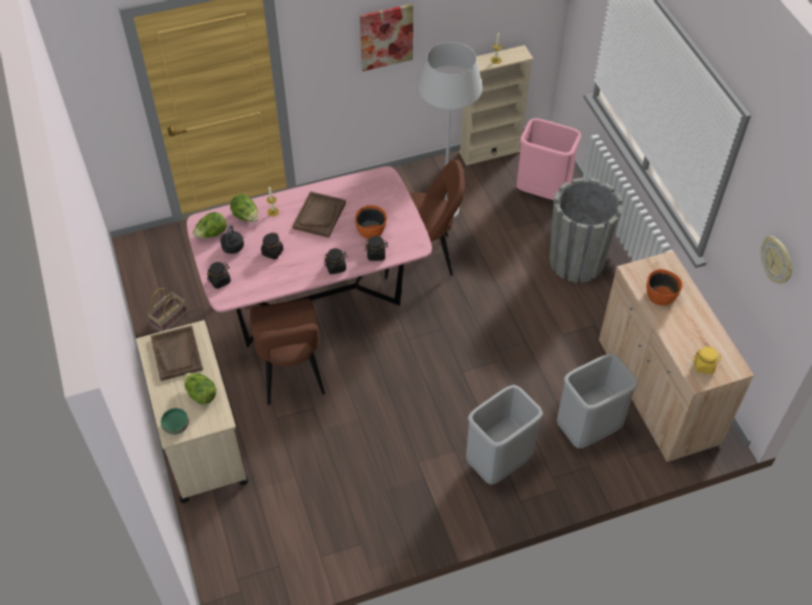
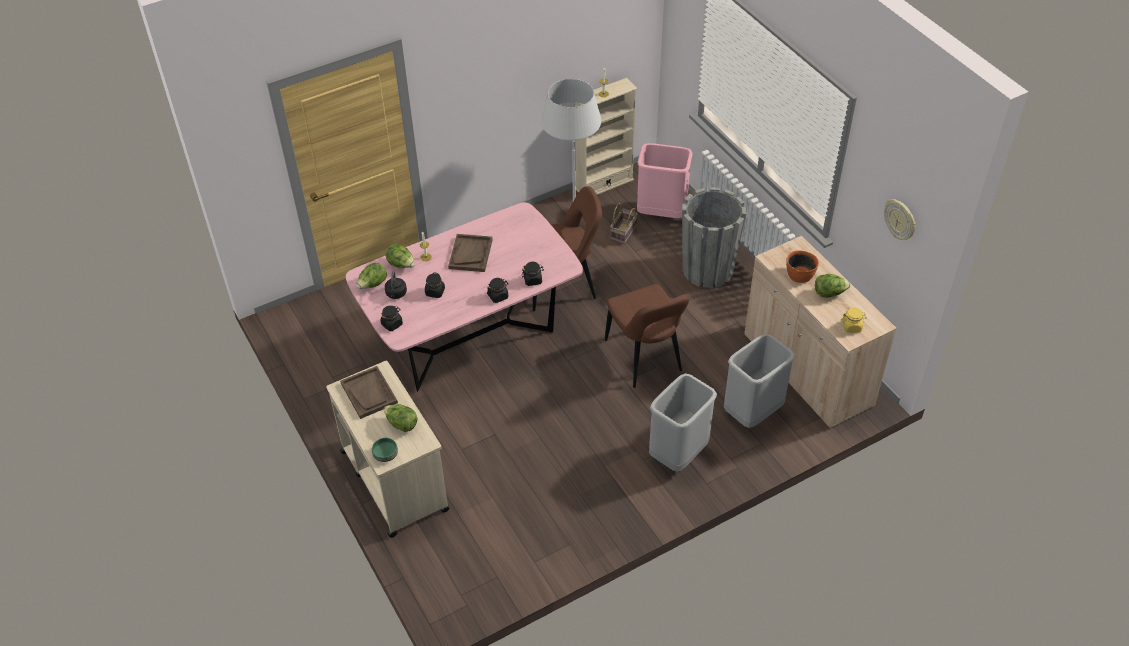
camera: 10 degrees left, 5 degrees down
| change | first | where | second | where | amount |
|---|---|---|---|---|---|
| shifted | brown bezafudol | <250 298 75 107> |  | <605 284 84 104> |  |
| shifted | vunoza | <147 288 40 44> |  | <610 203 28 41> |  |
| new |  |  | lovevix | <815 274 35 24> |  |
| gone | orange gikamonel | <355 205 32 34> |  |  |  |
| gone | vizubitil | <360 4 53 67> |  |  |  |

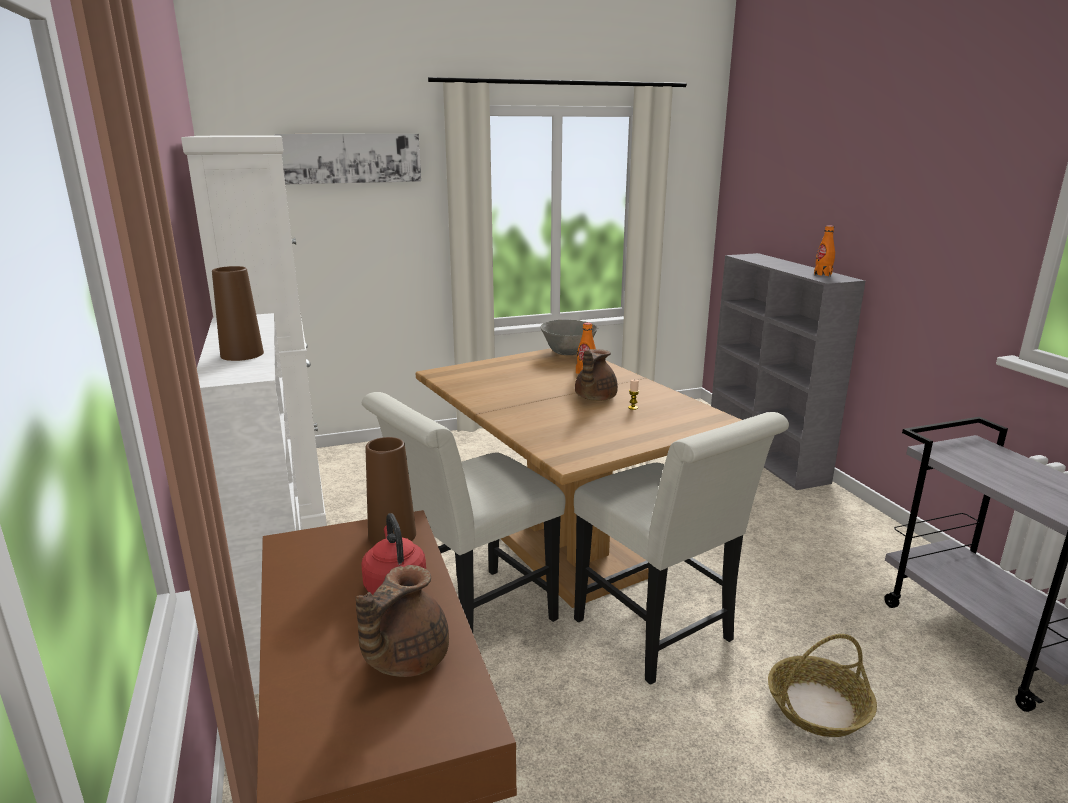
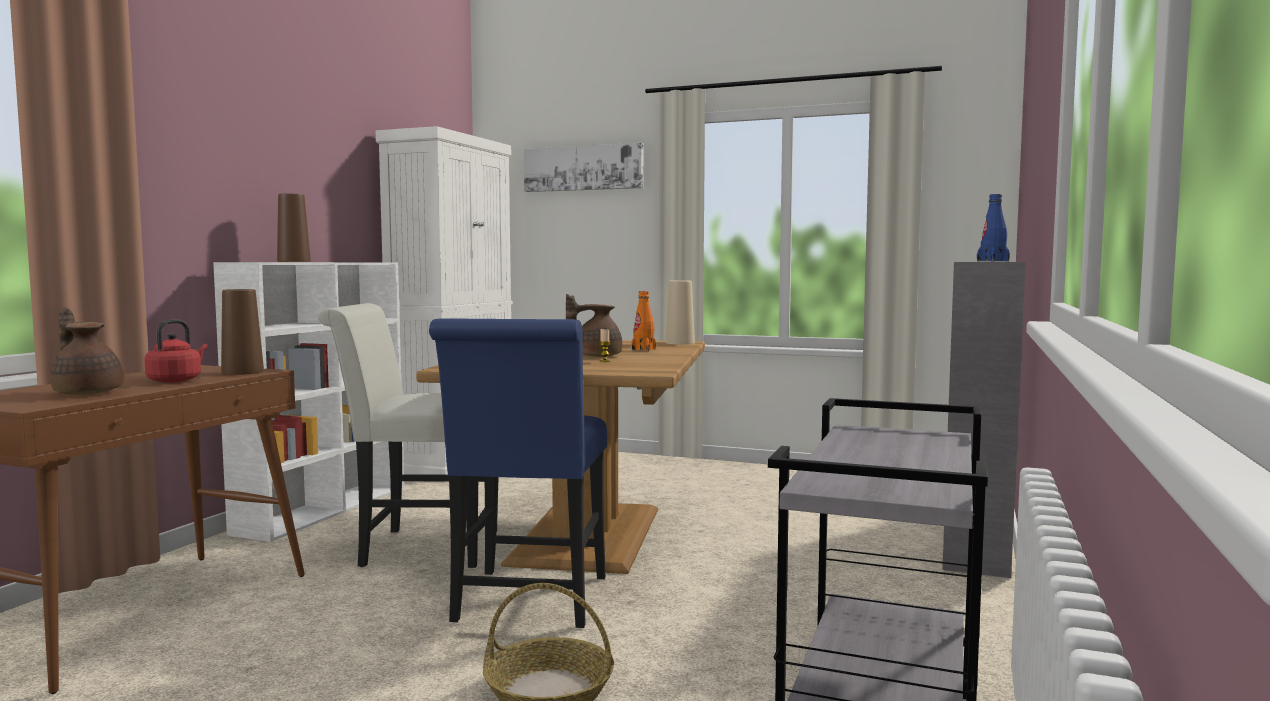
camera: 40 degrees right, 15 degrees down
| change | first | where | second | where | amount |
|---|---|---|---|---|---|
| rotated | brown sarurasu | <356 565 93 112> |  | <50 307 74 88> | 60 degrees clockwise |
| repainted | white bezafudol | <574 412 215 273> | blue bezafudol | <429 318 178 310> |  |
| swapped | grey gikamonel | <540 320 58 35> | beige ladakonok | <665 280 30 65> |  |
| repainted | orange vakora | <814 225 21 52> | blue vakora | <977 194 33 68> |  |

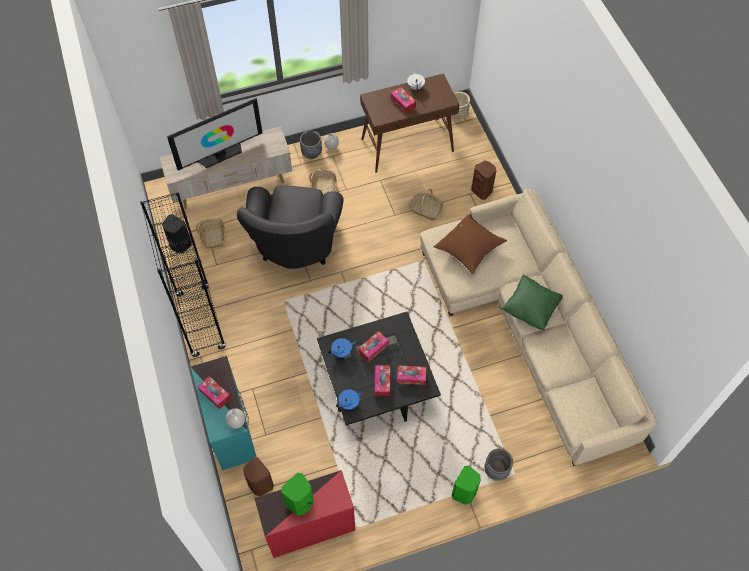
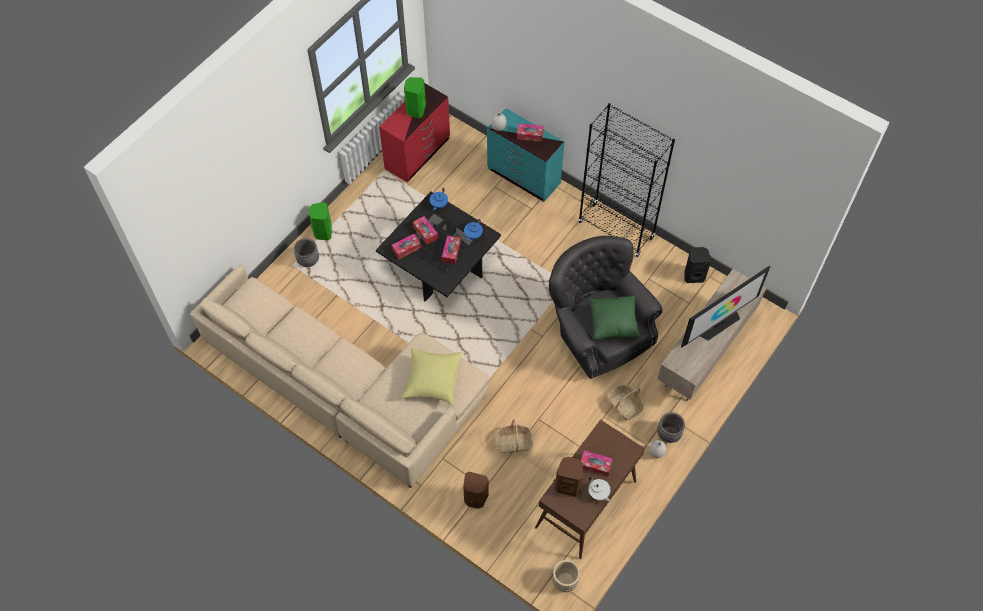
camera: 145 degrees right, 0 degrees up
| change | first | where | second | where | amount |
|---|---|---|---|---|---|
| repainted | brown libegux | <433 213 74 62> | yellow libegux | <401 348 61 57> |  |
| shifted | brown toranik | <243 457 31 39> |  | <555 457 28 40> |  |
| shifted | green libegux | <501 274 62 57> |  | <589 296 51 44> |  |
| rotated | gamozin | <167 98 96 73> |  | <681 266 89 81> | 150 degrees counterclockwise |
| gone | vunoza | <196 218 30 31> |  |  |  |

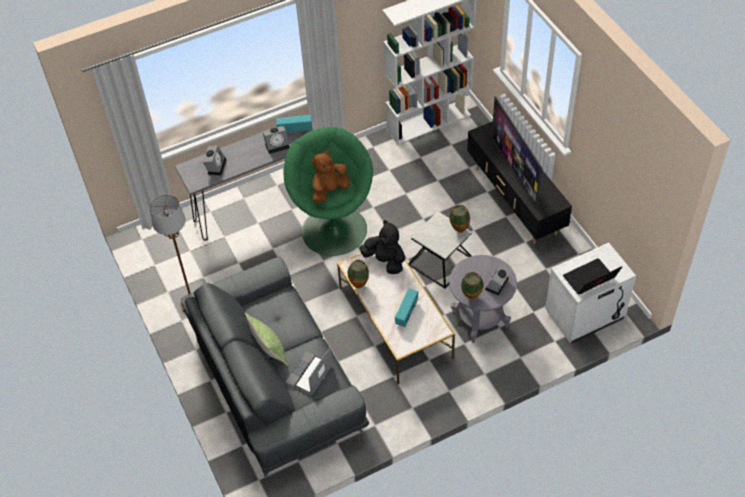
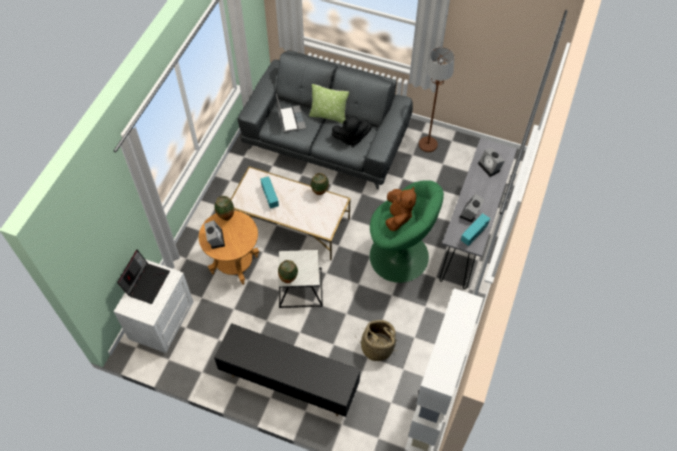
camera: 135 degrees right, 5 degrees up
| change | first | where | second | where | amount |
|---|---|---|---|---|---|
| repainted | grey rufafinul | <449 255 68 88> | brown rufafinul | <199 210 60 75> |  |
| shifted | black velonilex | <360 220 45 54> |  | <332 116 40 31> |  |
| new |  |  | vunoza | <355 320 42 41> |  |
| gone | gamozin | <491 97 51 113> |  |  |  |

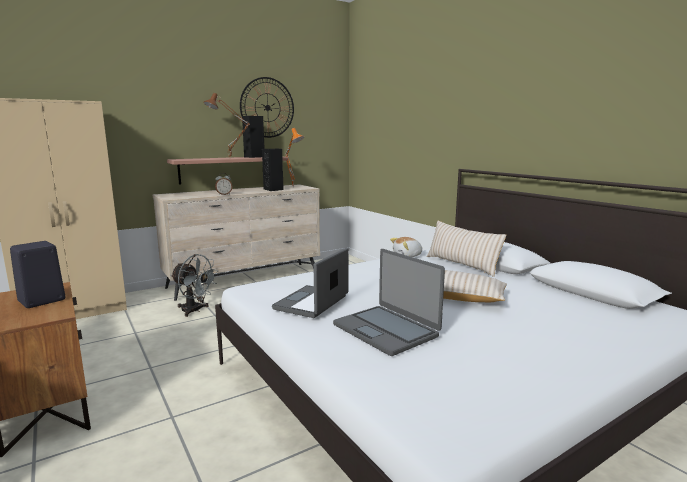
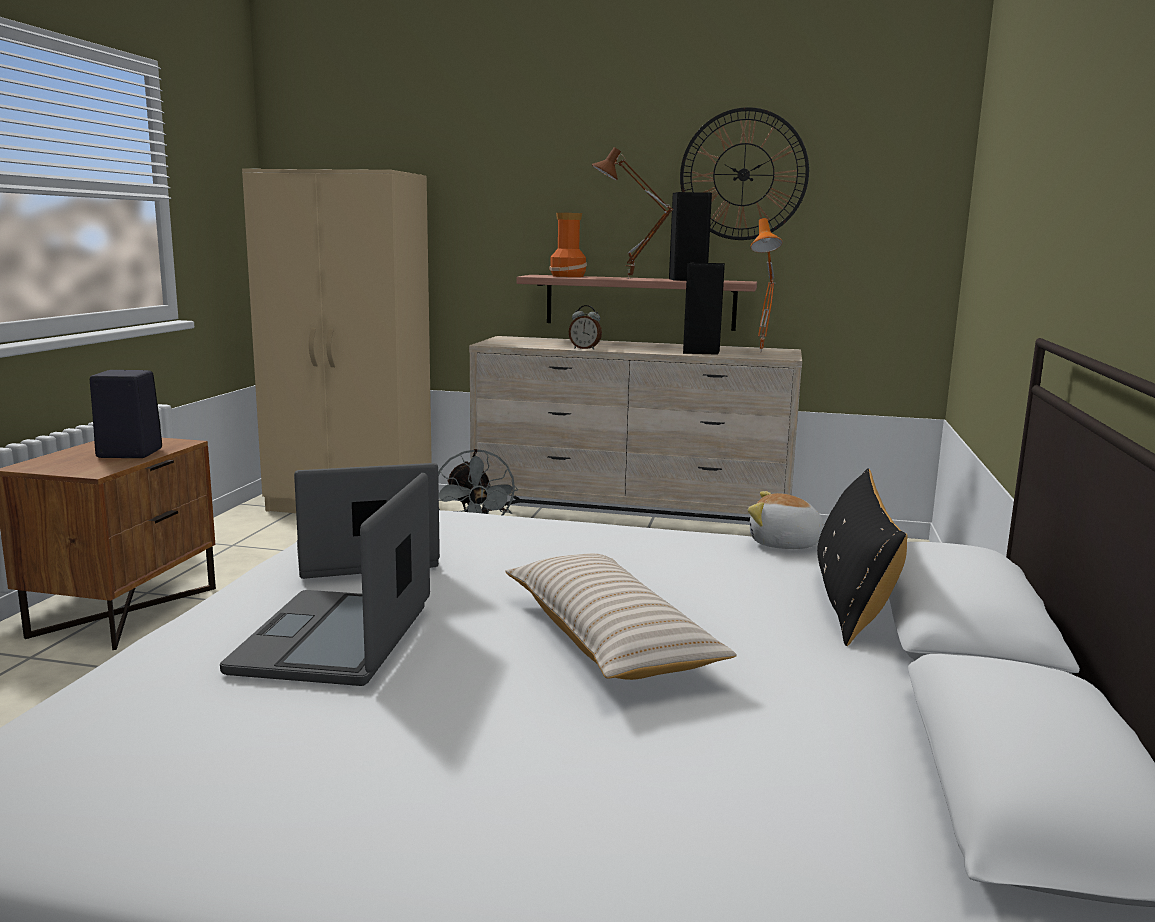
camera: 45 degrees right, 0 degrees up
| change | first | where | second | where | amount |
|---|---|---|---|---|---|
| new |  |  | ladakonok | <549 213 38 64> |  |
| repainted | beige libegux | <427 221 79 56> | black libegux | <817 468 91 178> |  |

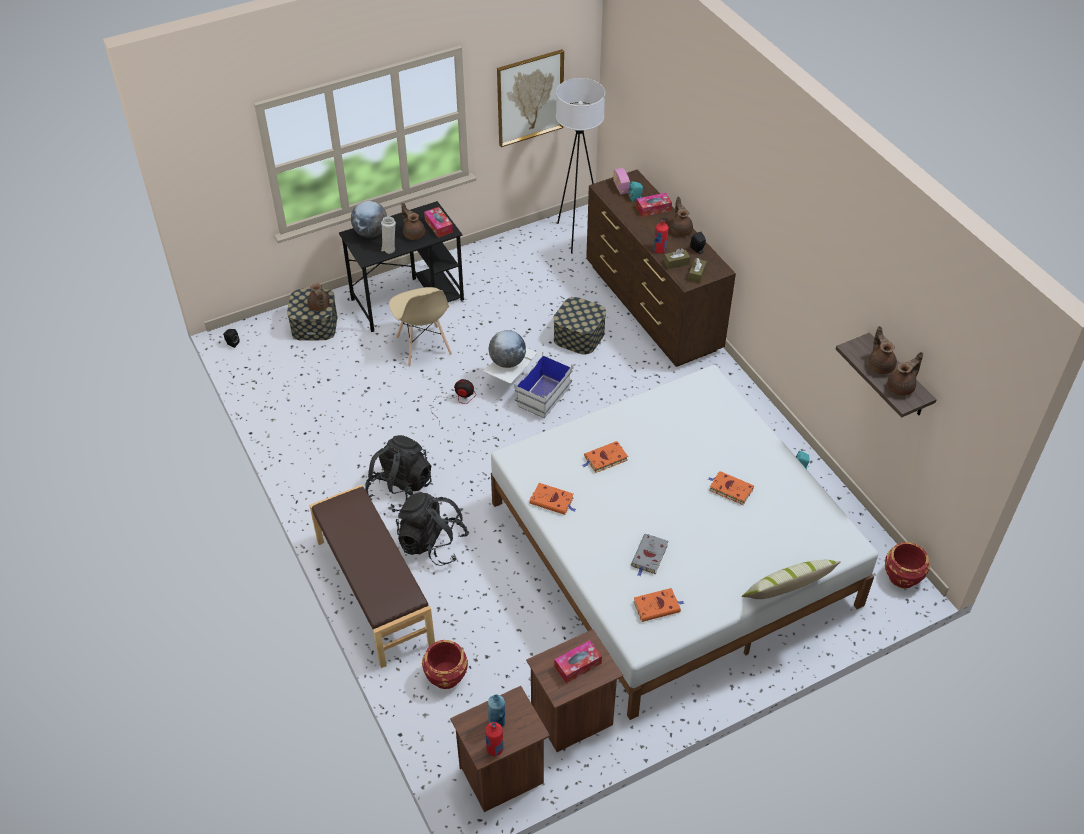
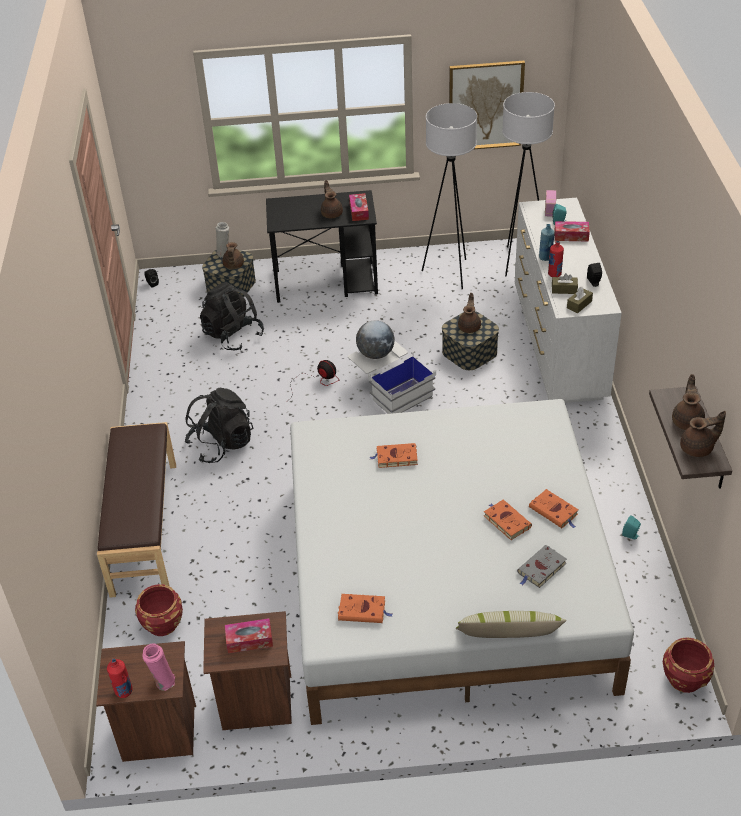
camera: 25 degrees right, 5 degrees down
| change | first | where | second | where | amount |
|---|---|---|---|---|---|
| new |  |  | pink ladakonok | <142 644 33 47> |  |
| shifted | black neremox | <396 492 73 74> |  | <200 282 64 69> |  |
| shifted | white ladakonok | <381 216 15 38> |  | <215 222 14 35> |  |
| new |  |  | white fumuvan | <422 103 55 186> |  |
| shifted | brown sarurasu | <670 197 23 39> |  | <458 293 23 40> |  |
| repainted | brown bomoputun | <586 170 150 197> | white bomoputun | <515 198 107 205> |  |
| shifted | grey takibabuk | <631 534 37 42> |  | <517 545 50 43> |  |
| shifted | orange takibabuk | <530 483 46 32> |  | <529 489 50 39> |  |
| shifted | blue vakora | <488 694 17 33> |  | <539 224 16 37> |  |
| gone | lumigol | <351 201 36 37> |  |  |  |
| gone | beige bezafudol | <389 287 63 80> |  |  |  |

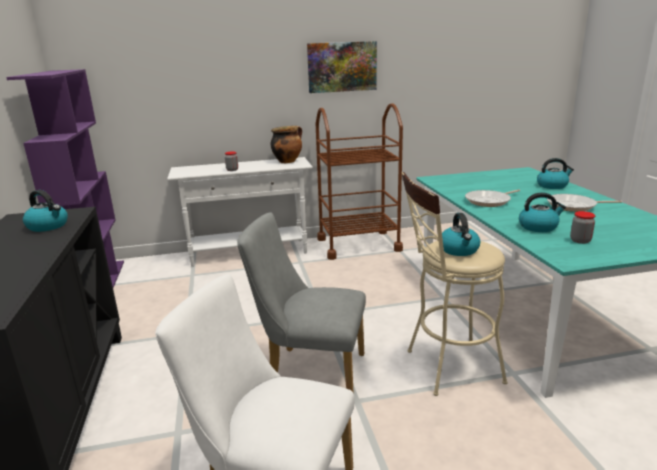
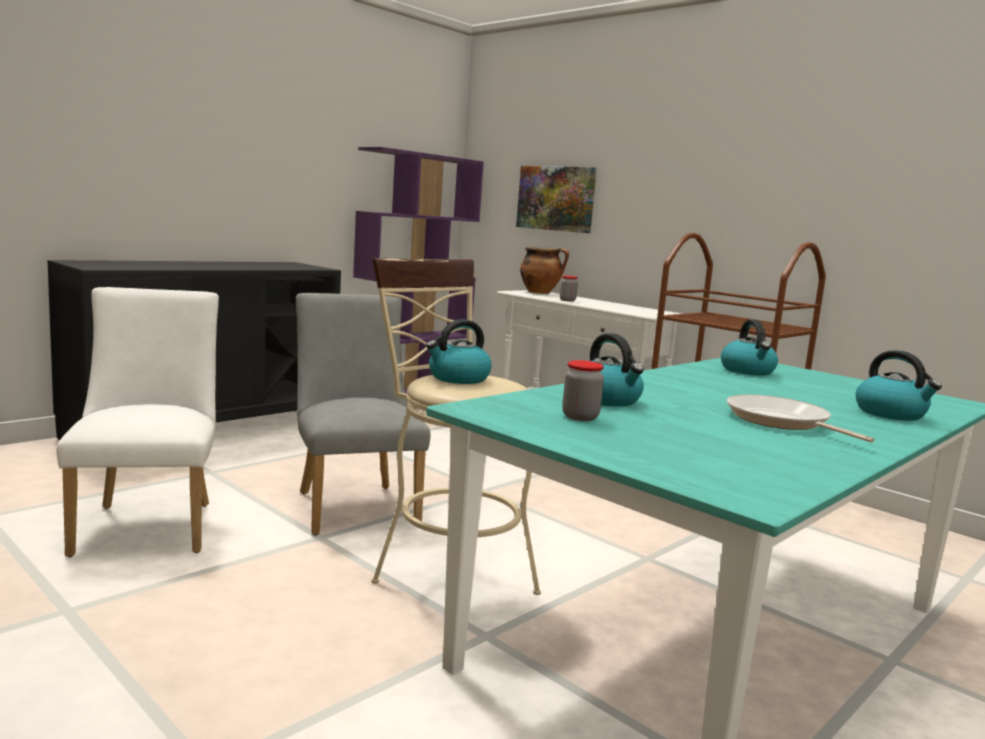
camera: 55 degrees right, 10 degrees down
| change | first | where | second | where | amount |
|---|---|---|---|---|---|
| shifted | vizubitil | <307 41 70 52> |  | <516 166 81 67> |  |
| shifted | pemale | <271 126 31 37> |  | <520 247 49 47> |  |
| shifted | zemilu | <23 190 45 42> |  | <721 319 57 57> |  |
| gone | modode | <465 189 55 18> |  |  |  |

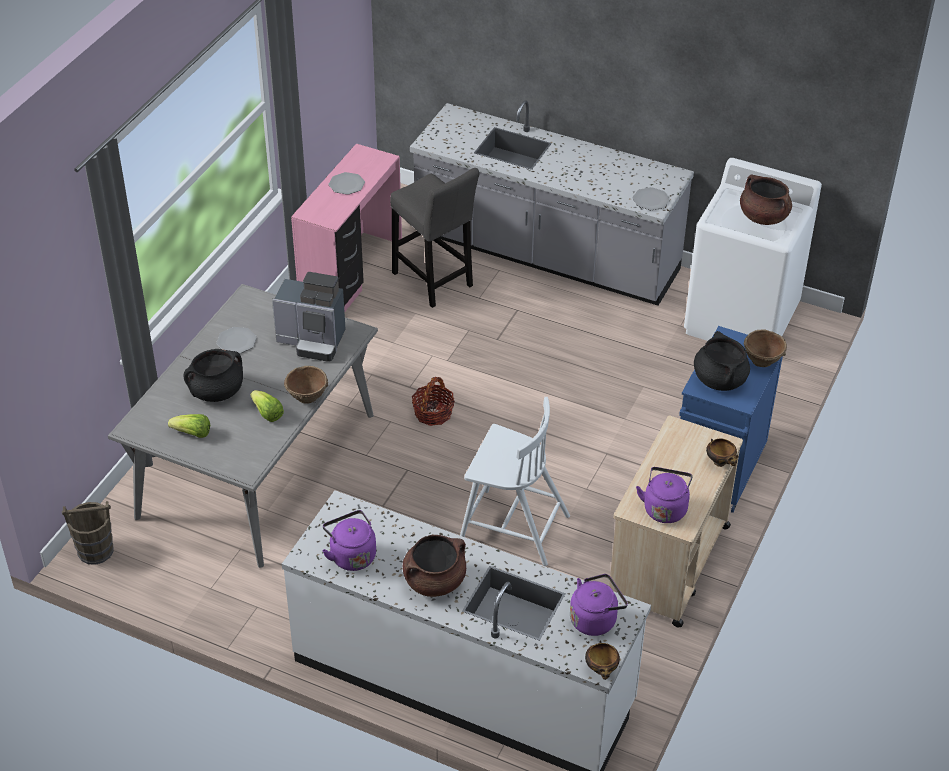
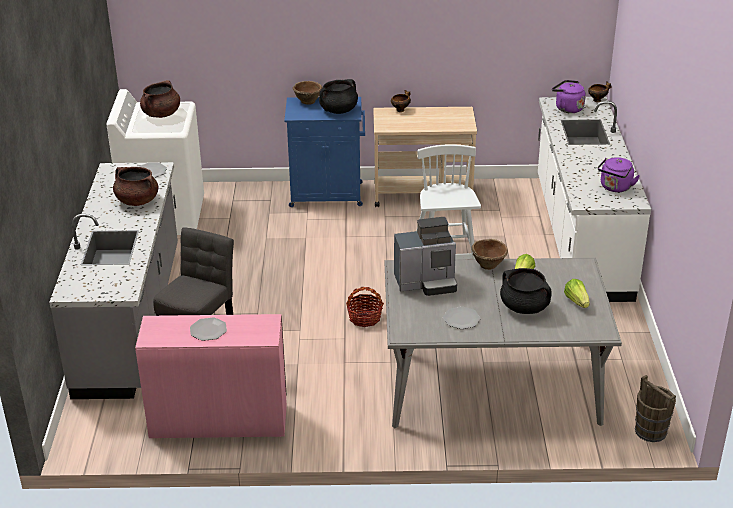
camera: 115 degrees left, 10 degrees down
| change | first | where | second | where | amount |
|---|---|---|---|---|---|
| shifted | brown pemale | <403 535 63 62> |  | <113 167 46 39> |  |
| rotated | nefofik | <272 272 74 90> |  | <394 217 63 79> | 90 degrees clockwise |
| gone | purple zemilu | <636 467 57 56> |  |  |  |

